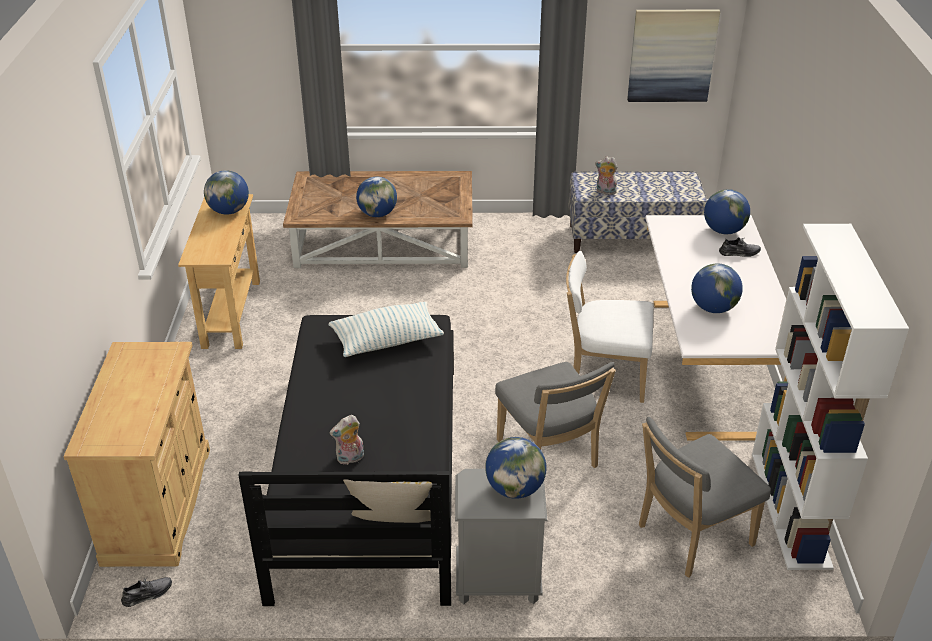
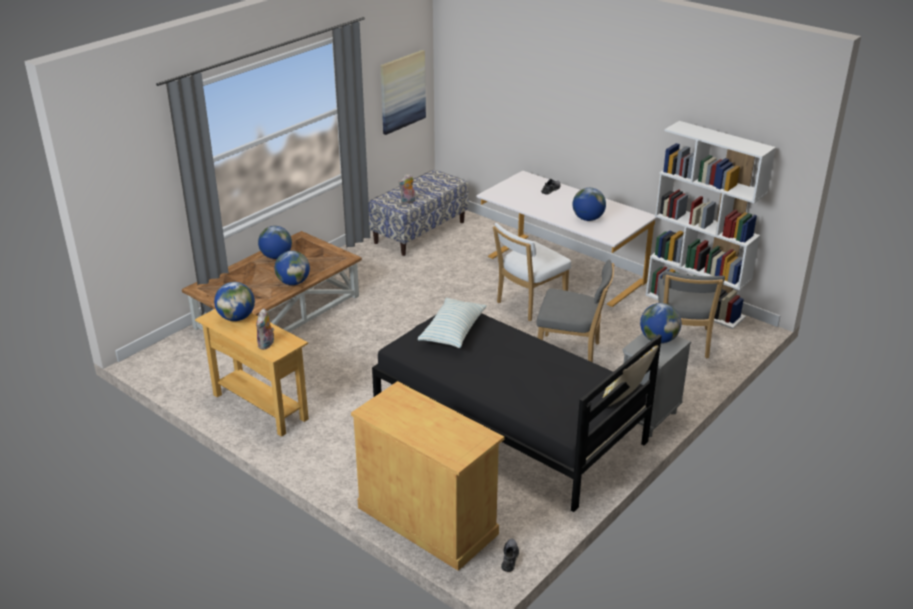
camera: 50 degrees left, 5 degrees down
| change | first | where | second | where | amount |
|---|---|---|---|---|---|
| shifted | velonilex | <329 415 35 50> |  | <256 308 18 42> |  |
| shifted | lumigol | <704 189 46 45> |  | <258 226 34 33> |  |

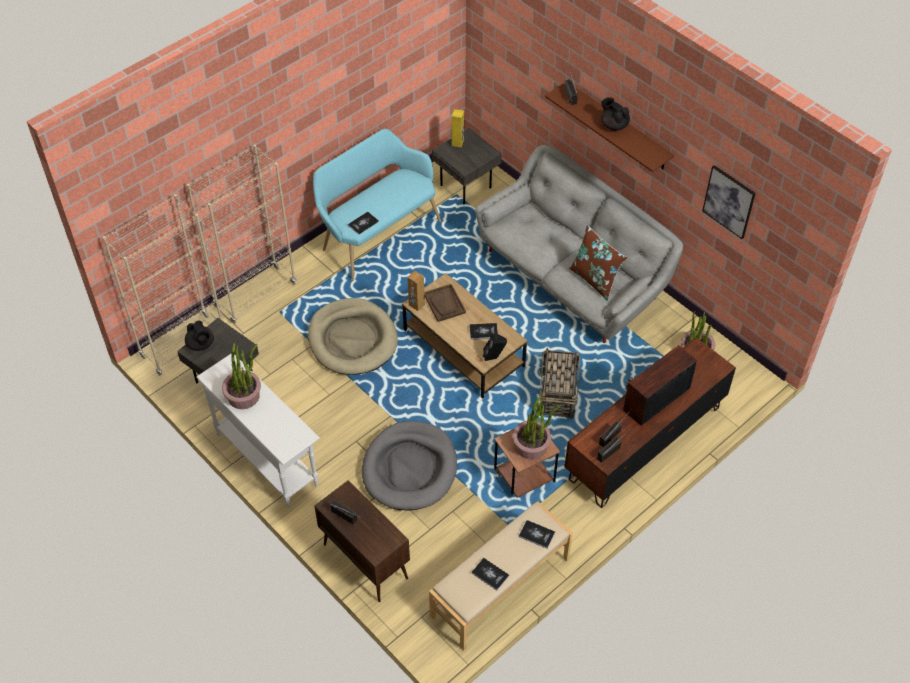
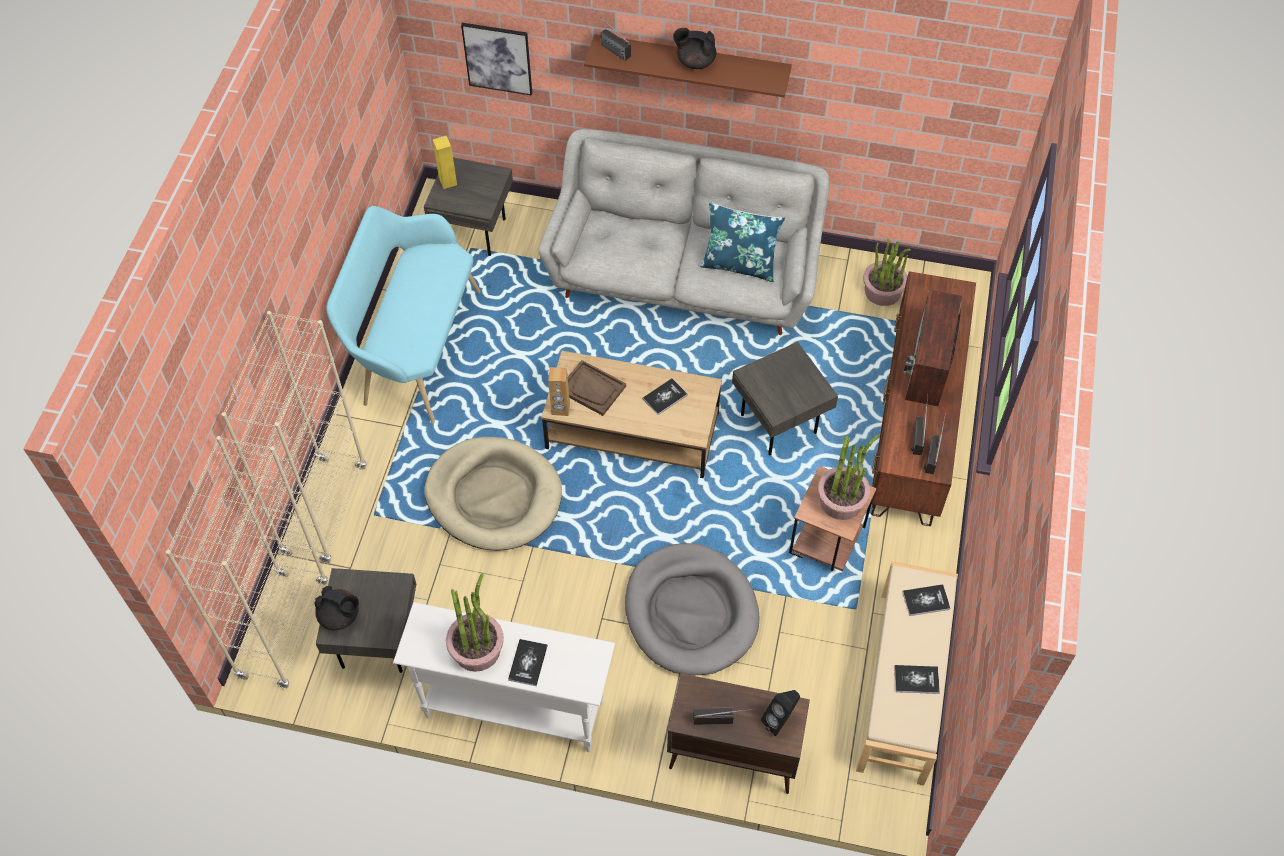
camera: 35 degrees left, 5 degrees up
| change | first | where | second | where | amount |
|---|---|---|---|---|---|
| shifted | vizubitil | <702 165 54 74> |  | <461 23 71 73> |  |
| shifted | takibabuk | <348 212 31 23> |  | <508 639 40 47> |  |
| repainted | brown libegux | <569 225 58 76> | blue libegux | <700 202 85 80> |  |
| swapped | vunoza | <538 347 42 72> | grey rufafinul | <732 342 106 113> |  |
| shifted | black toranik | <483 333 24 28> |  | <761 690 39 46> |  |

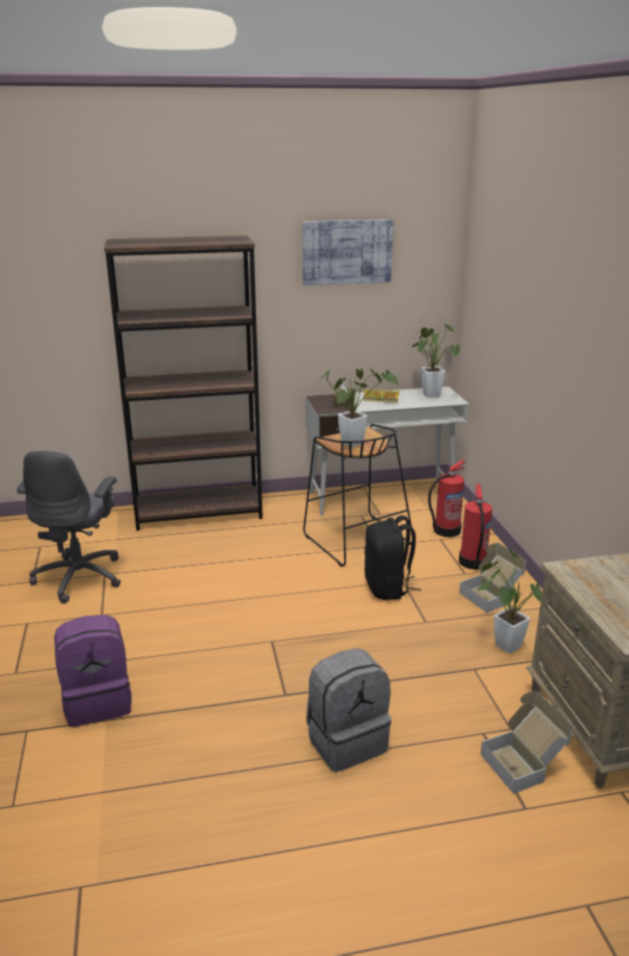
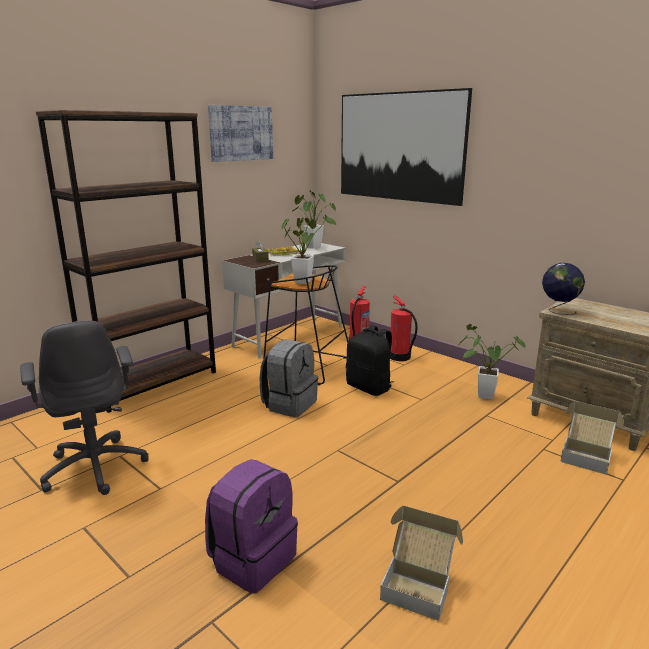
camera: 35 degrees left, 5 degrees down
| change | first | where | second | where | amount |
|---|---|---|---|---|---|
| shifted | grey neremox | <306 648 85 124> |  | <259 339 59 78> |  |
| new |  |  | vizubitil | <341 88 131 118> |  |
| shifted | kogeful | <459 543 67 70> |  | <380 505 83 116> |  |
| new |  |  | lumigol | <542 263 43 52> |  |

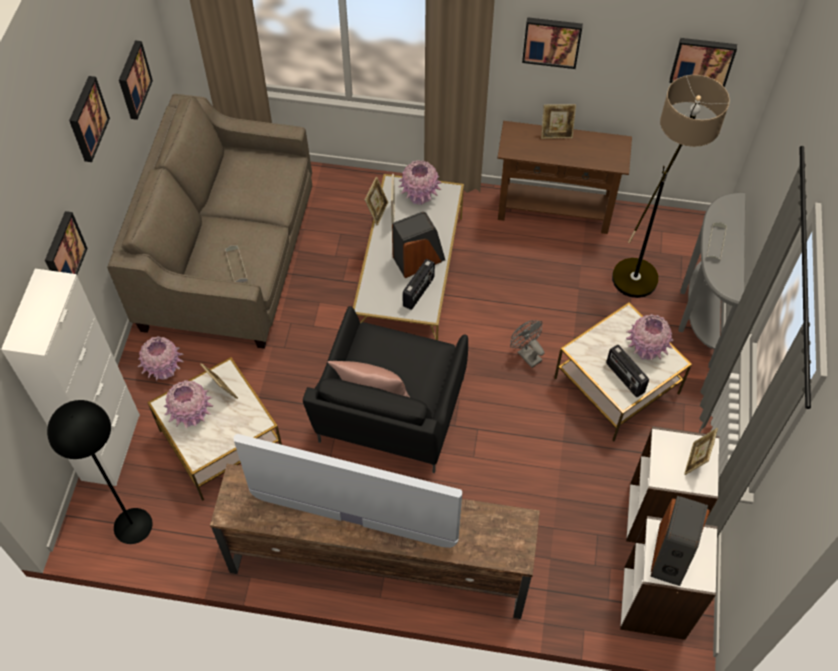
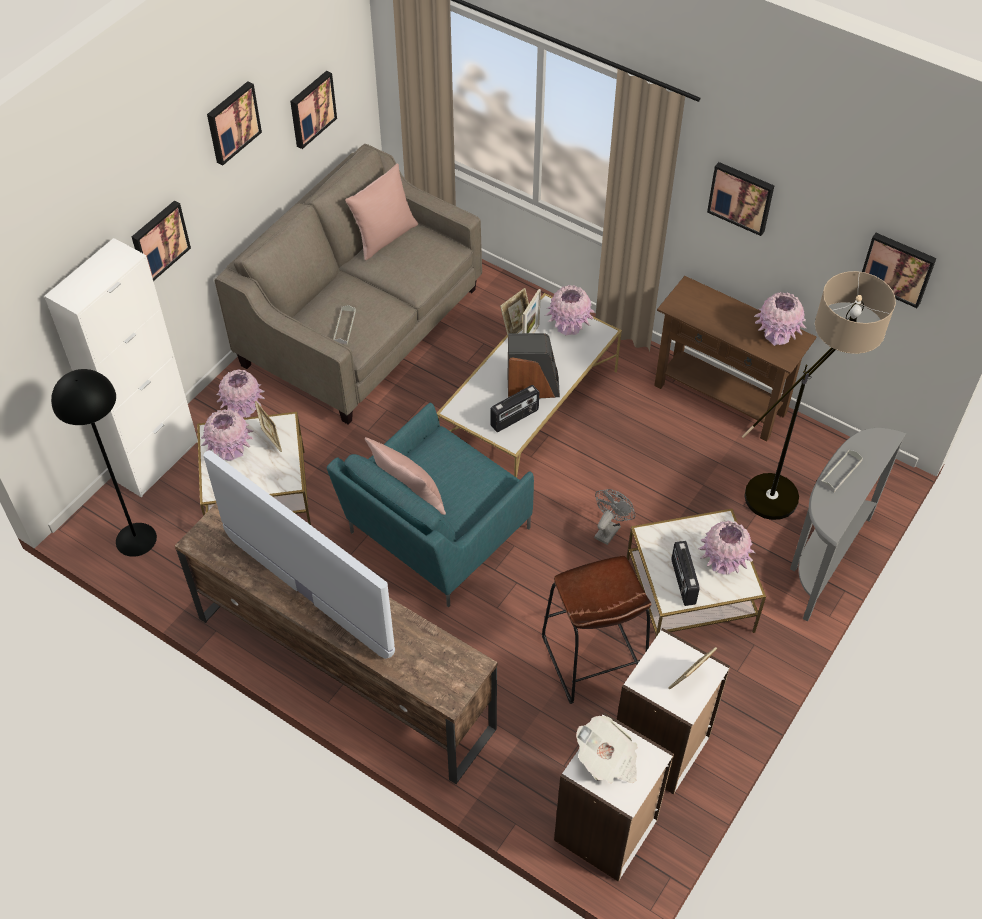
camera: 25 degrees right, 5 degrees down
| change | first | where | second | where | amount |
|---|---|---|---|---|---|
| repainted | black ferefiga | <303 306 165 167> | turquoise ferefiga | <327 403 207 205> |  |
| new |  |  | pink libegux | <345 164 73 97> |  |
| new |  |  | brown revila | <542 556 109 148> |  |
| swapped | toranik | <650 496 60 90> | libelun | <576 716 62 67> |  |
| rotated | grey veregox | <510 320 35 48> |  | <594 489 42 56> | 45 degrees clockwise |
| new |  |  | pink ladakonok | <754 292 52 54> |  |
| gone | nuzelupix | <541 104 35 35> |  |  |  |

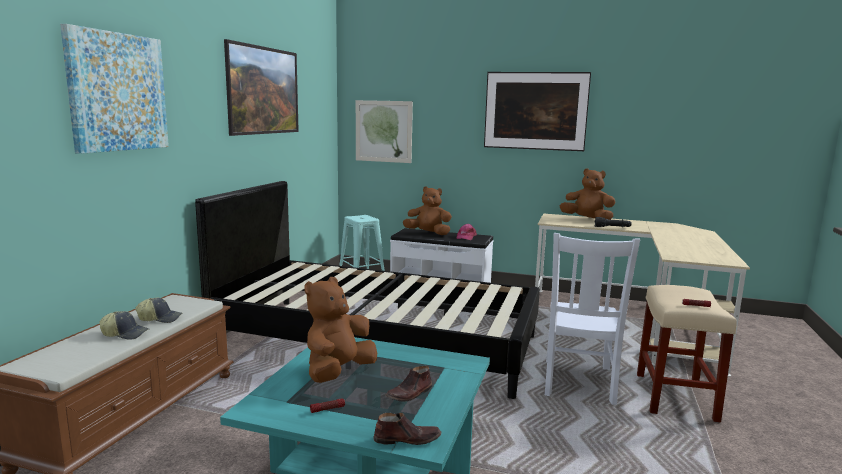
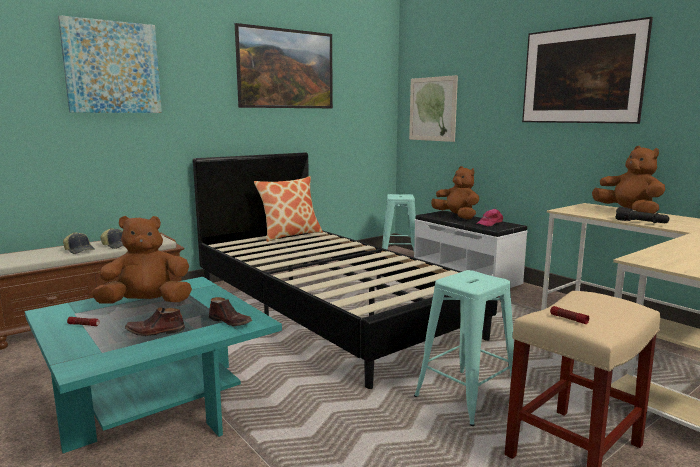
camera: 35 degrees right, 0 degrees up
| change | first | where | second | where | amount |
|---|---|---|---|---|---|
| shifted | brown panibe | <373 413 68 32> |  | <209 297 43 29> |  |
| new |  |  | libegux | <254 176 69 66> |  |
| swapped | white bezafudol | <545 233 95 172> | turquoise revila | <414 270 100 156> |  |

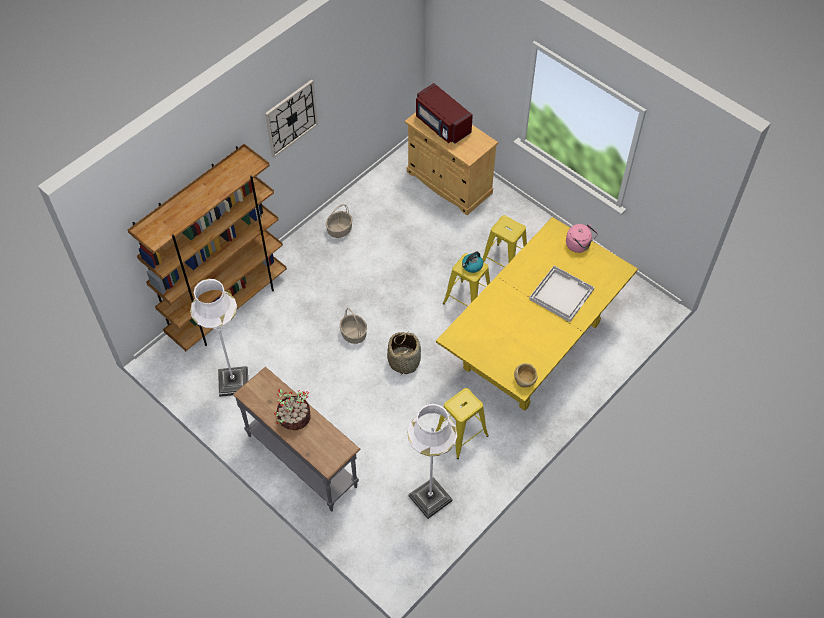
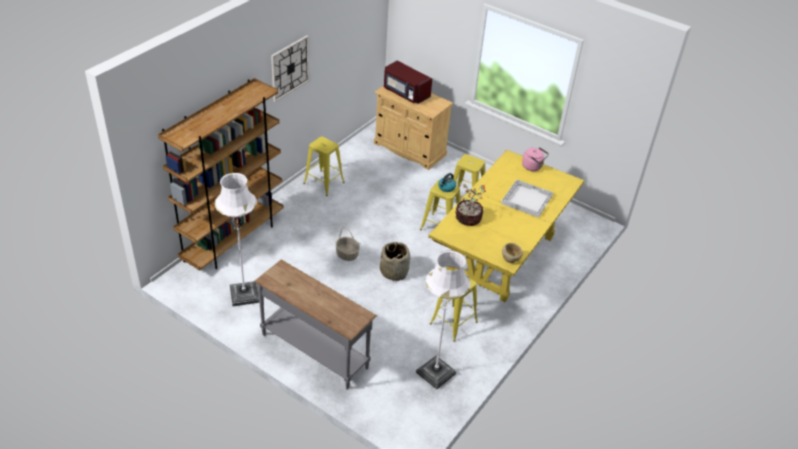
camera: 10 degrees left, 15 degrees down
| change | first | where | second | where | amount |
|---|---|---|---|---|---|
| swapped | vunoza | <326 204 26 34> | yellow revila | <303 136 42 60> |  |
| shifted | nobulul | <274 389 37 41> |  | <455 184 31 42> |  |

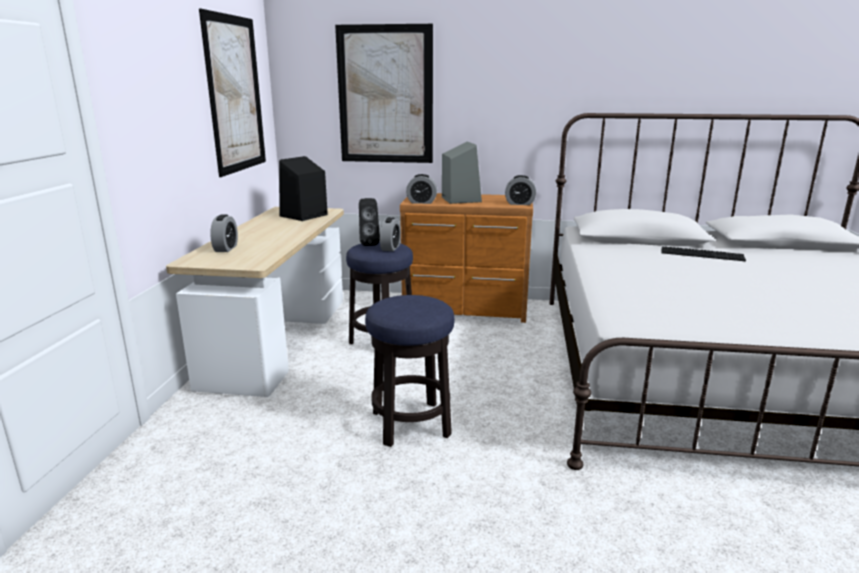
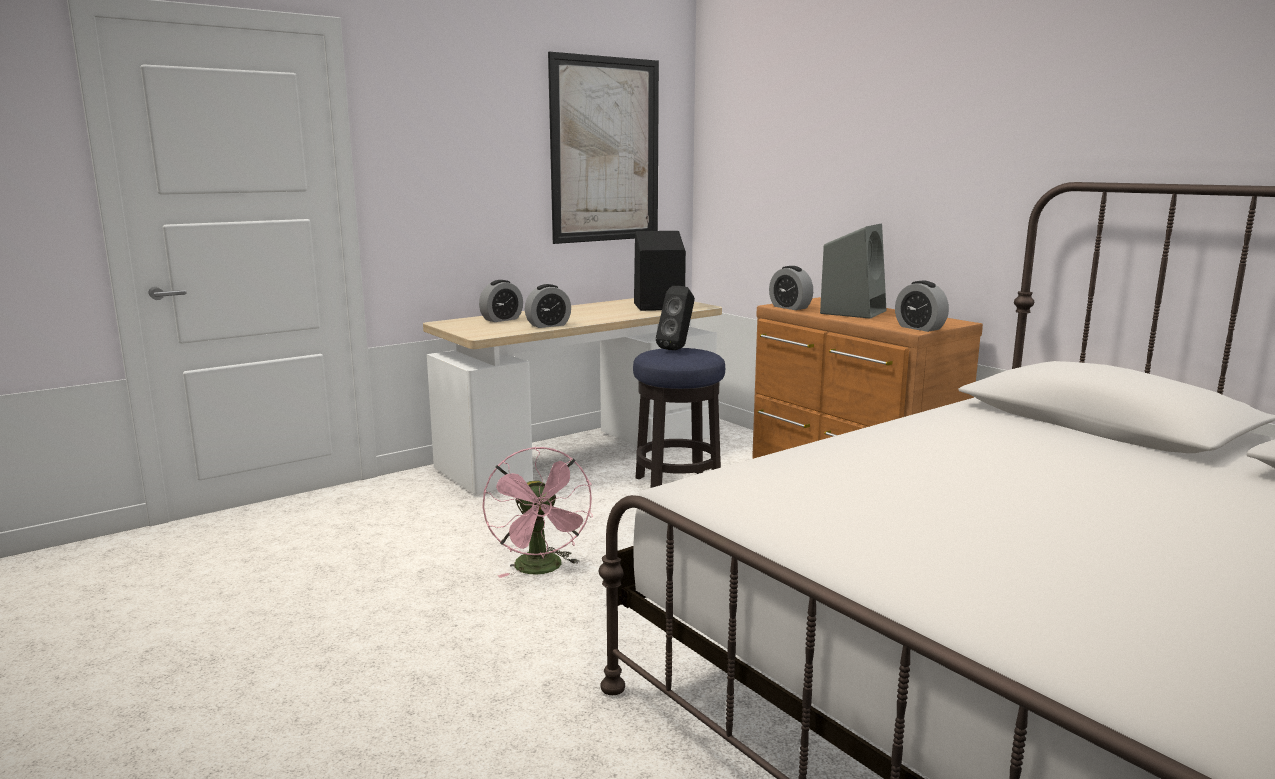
camera: 45 degrees right, 5 degrees down
| change | first | where | second | where | amount |
|---|---|---|---|---|---|
| swapped | revila | <365 295 89 152> | pink veregox | <482 447 111 131> |  |
| shifted | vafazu | <380 217 21 34> |  | <525 284 46 44> |  |
| gone | vizubitil | <335 24 98 139> |  |  |  |
| gone | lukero | <661 246 85 15> |  |  |  |

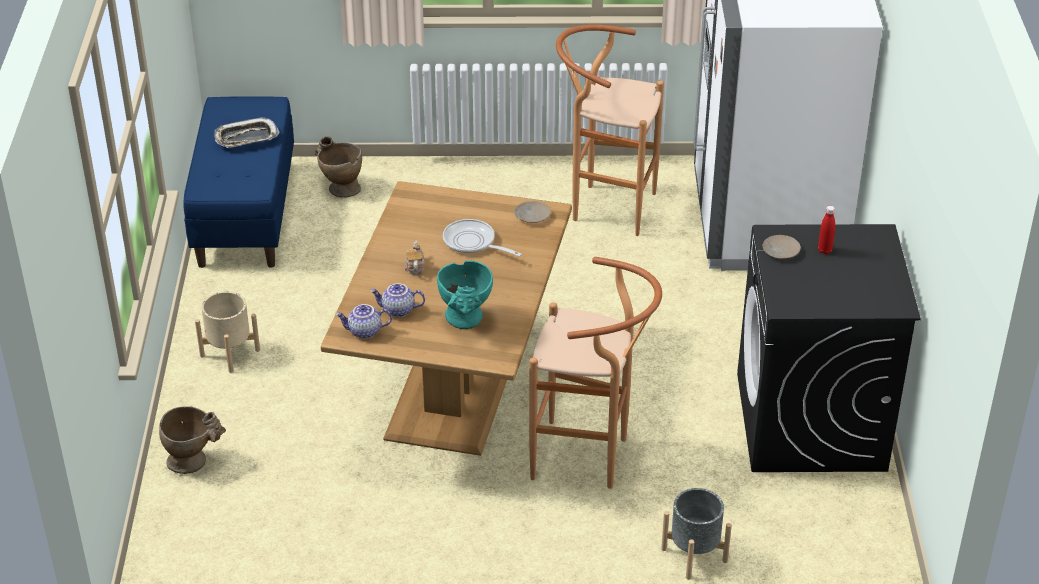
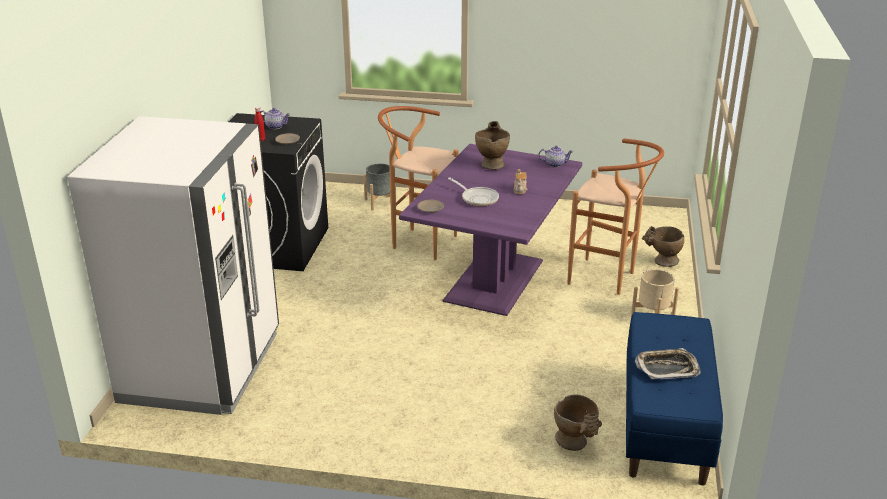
camera: 170 degrees left, 10 degrees down
| change | first | where | second | where | amount |
|---|---|---|---|---|---|
| shifted | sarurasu | <370 283 55 34> |  | <260 108 30 21> |  |
| repainted | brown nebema | <321 181 251 275> | purple nebema | <399 144 183 172> |  |
| repainted | turquoise ladakonok | <437 260 56 69> | beige ladakonok | <475 121 35 49> |  |
| shifted | brown revila | <556 24 108 212> |  | <568 138 96 157> |  |

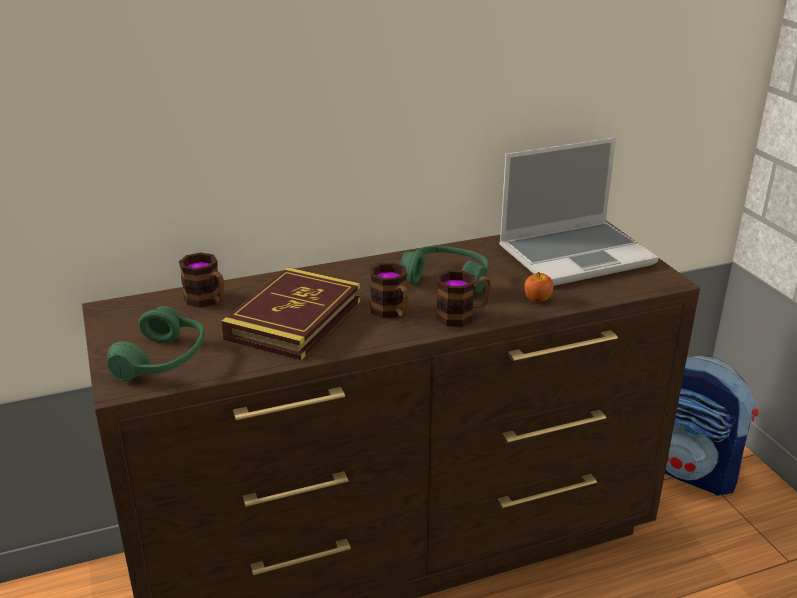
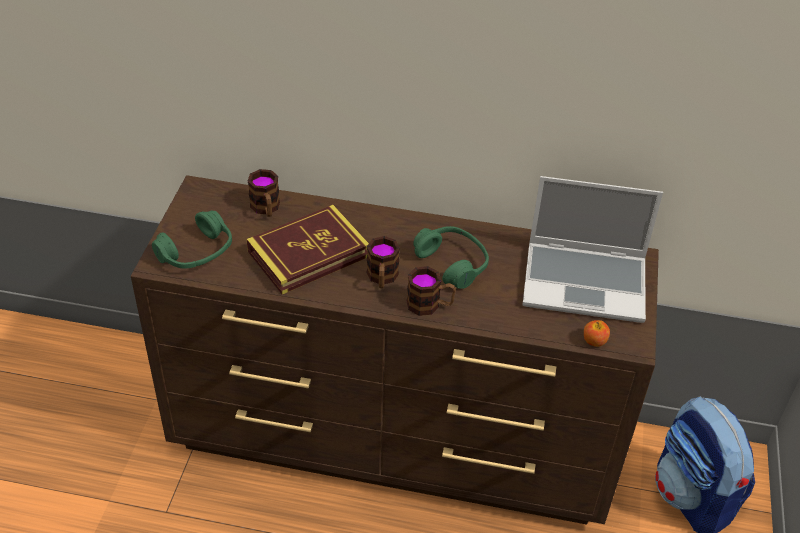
camera: 30 degrees right, 15 degrees up
| change | first | where | second | where | amount |
|---|---|---|---|---|---|
| shifted | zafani | <524 272 29 30> |  | <584 320 26 27> |  |

